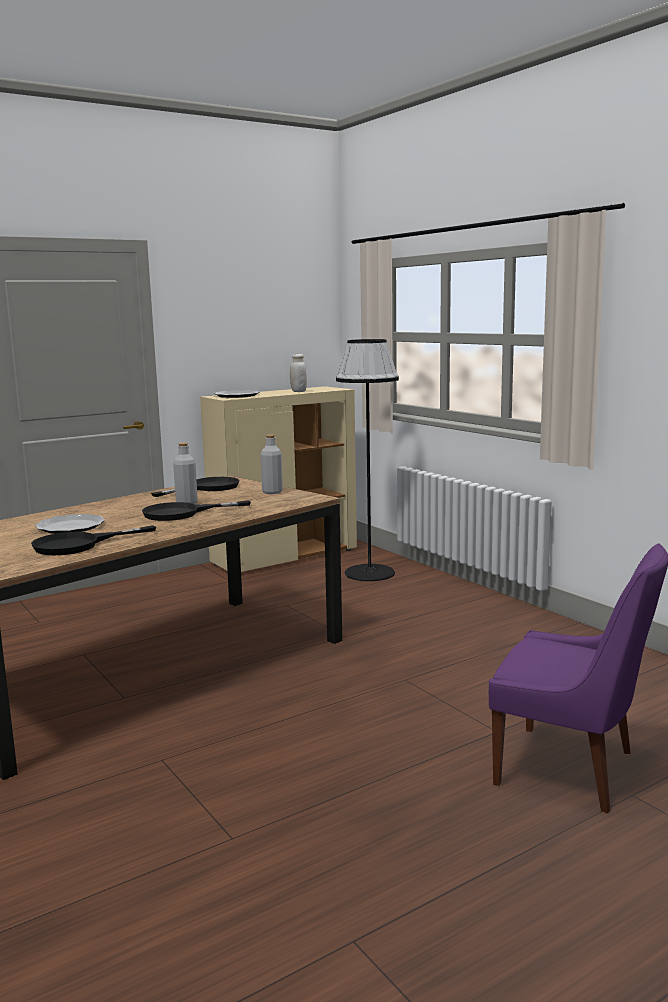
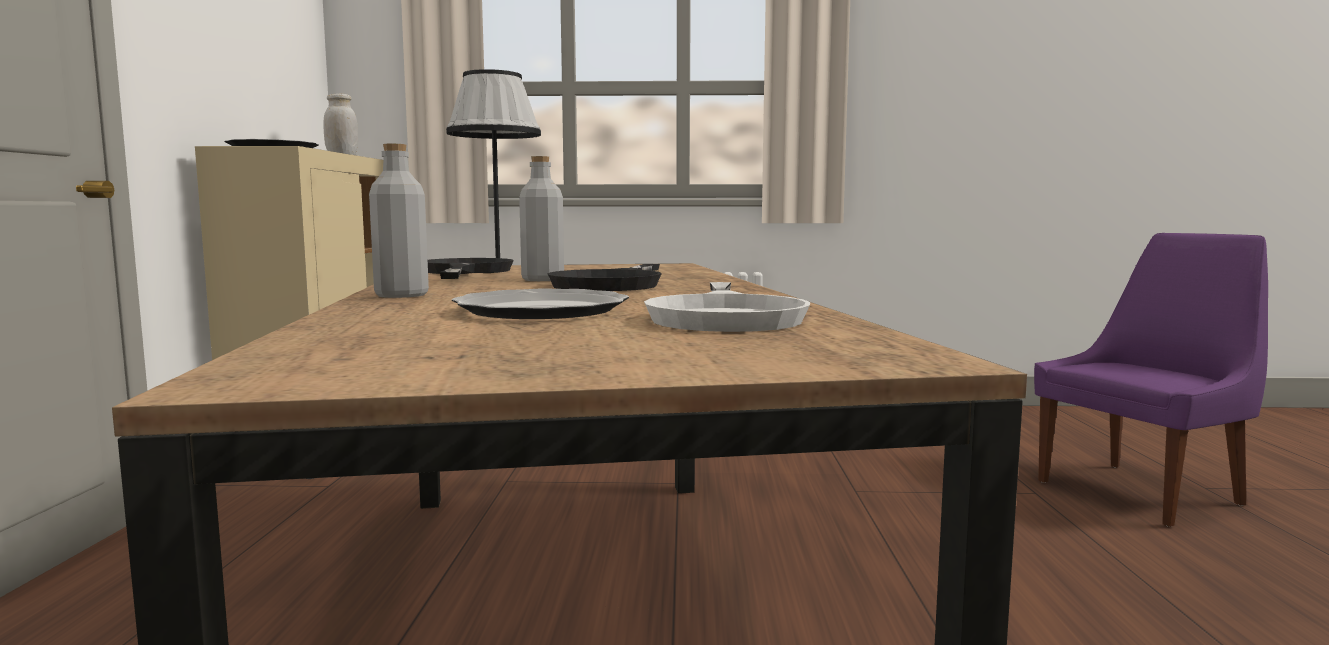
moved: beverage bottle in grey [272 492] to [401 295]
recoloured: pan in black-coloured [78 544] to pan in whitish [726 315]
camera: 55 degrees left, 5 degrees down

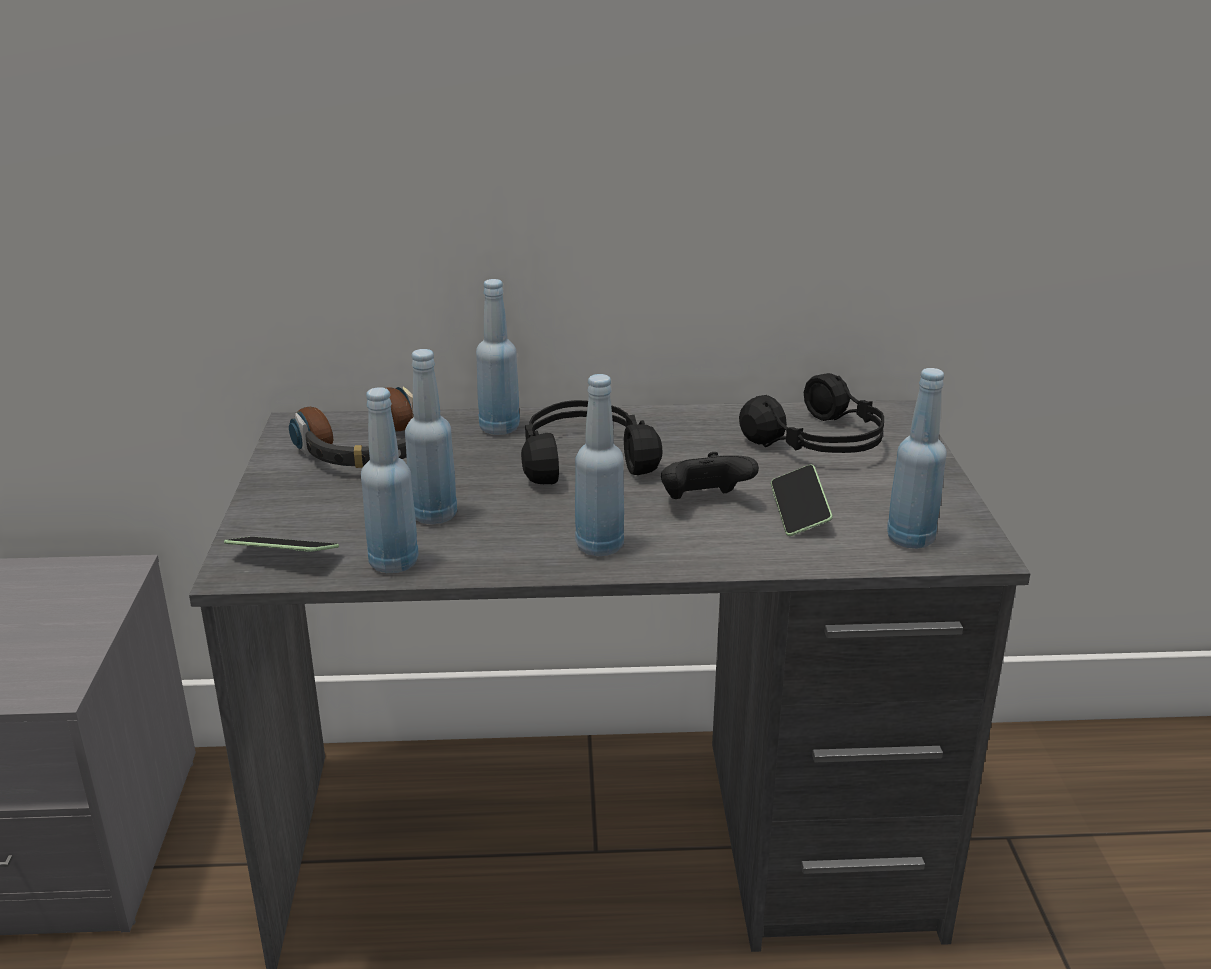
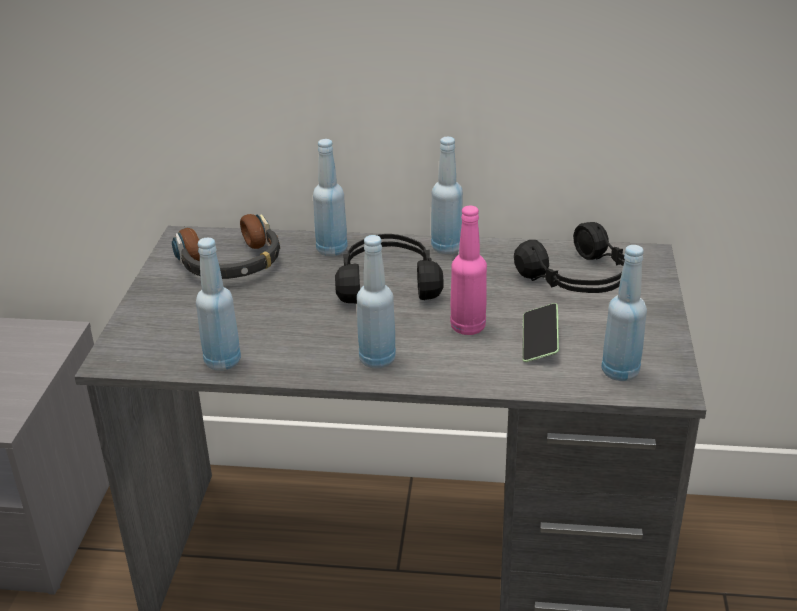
removed: phone [283 557]
moved: beverage bottle in bluish [434 515] to [446 248]
replaced: game controller in black-coloured [703 502] to beverage bottle in pink-coloured [468 327]
camera: 10 degrees right, 5 degrees up

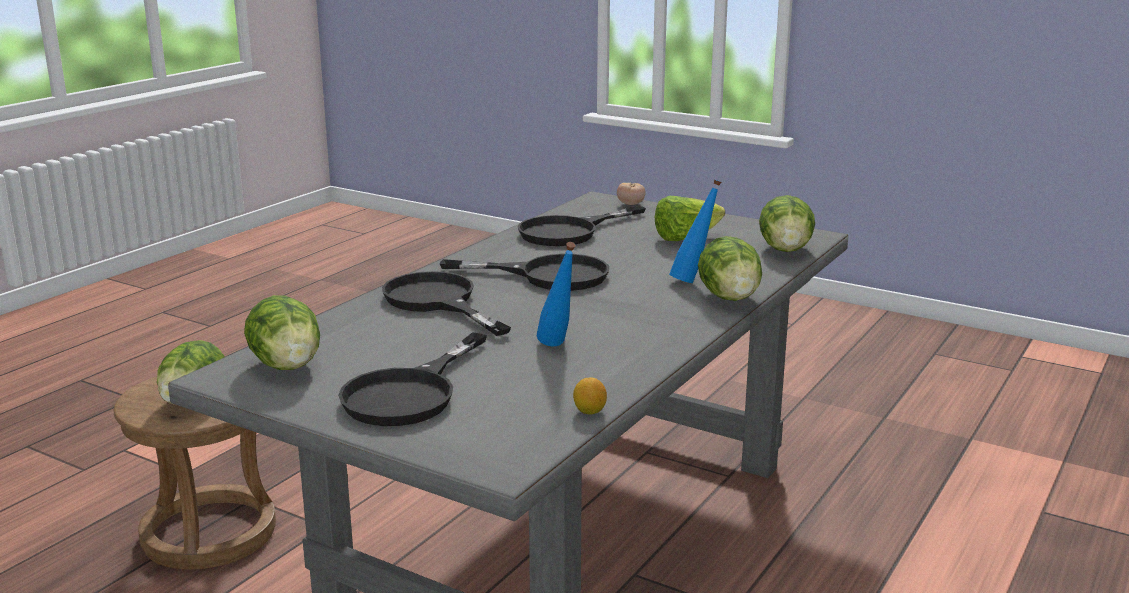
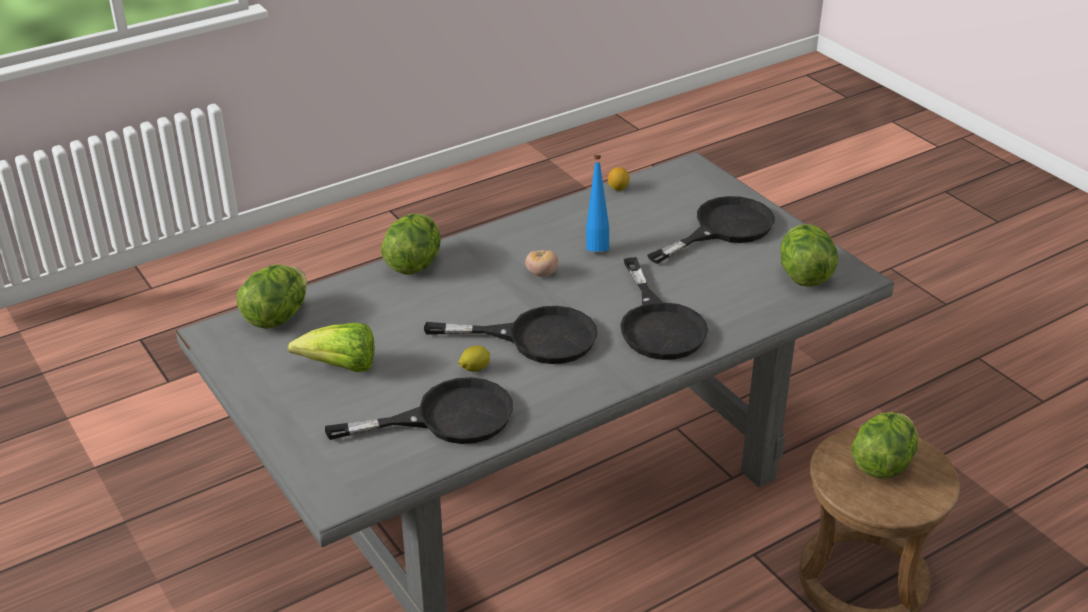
removed: beverage bottle in bluish [693 280]
added: lemon [474 368]
moved: fresh tomato [630 204] to [541 273]
turned: pan in black-coloured [548 275] = [535 338] 150 degrees clockwise
camera: 155 degrees left, 15 degrees up

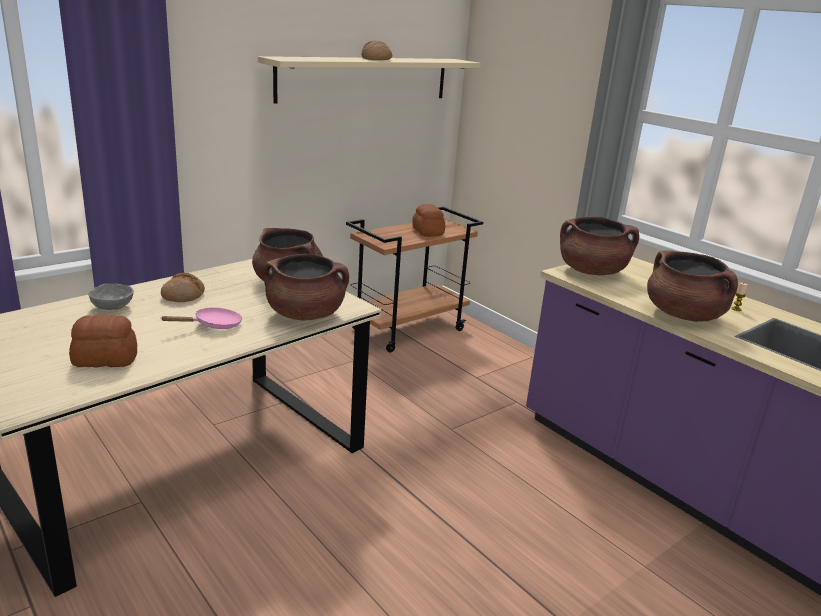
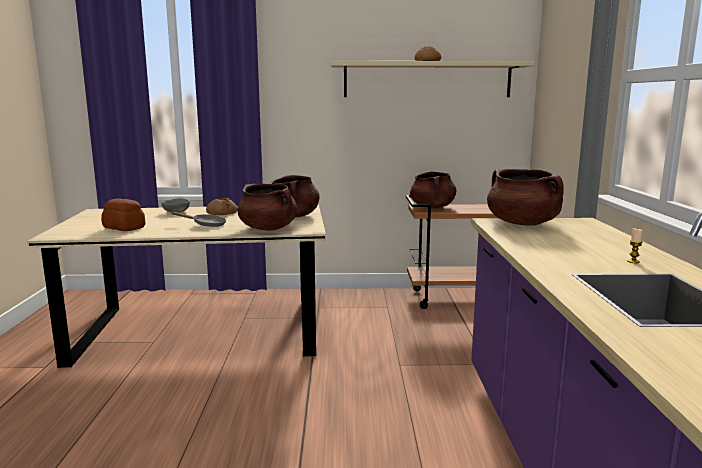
removed: baked bread [427 232]
moved: cooking pot in brownish [683 315] to [432 207]
recoloured: pan in pink-coloured [213 325] to pan in grey [206 225]
camera: 40 degrees right, 10 degrees down

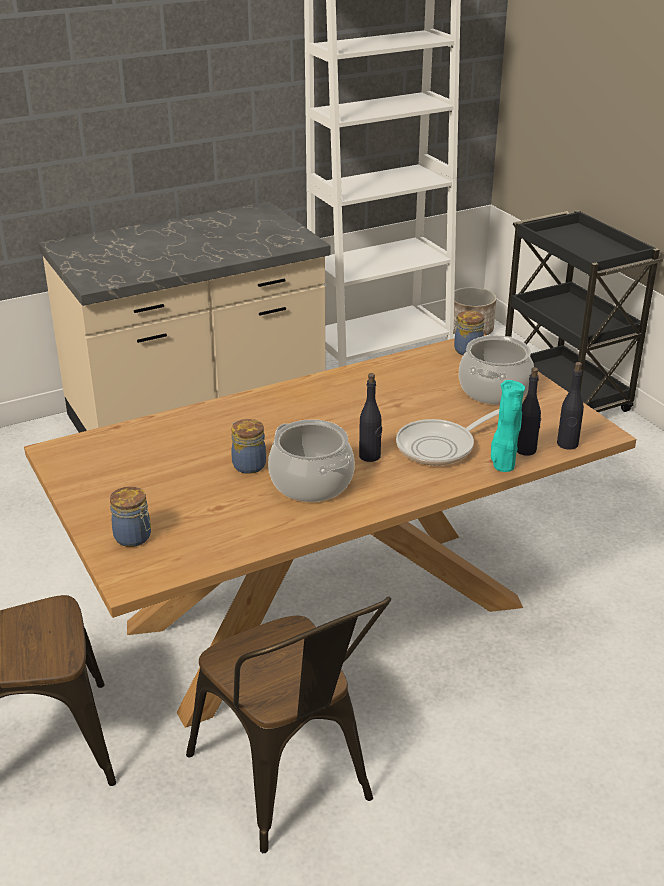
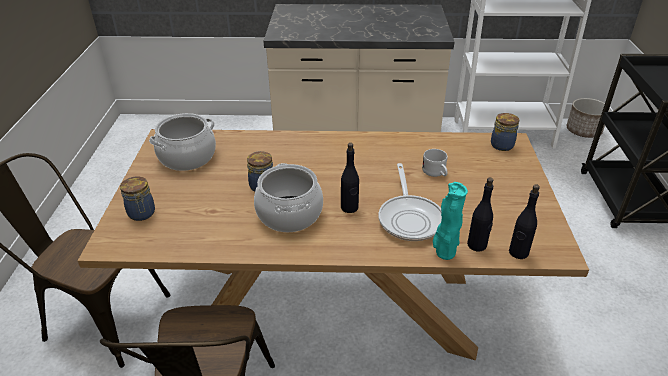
added: tea mug in whitish [436 173]
moved: cooking pot [494 390] to [187 157]
turned: pan [441 446] = [410 218] 90 degrees counterclockwise
camera: 30 degrees right, 5 degrees up

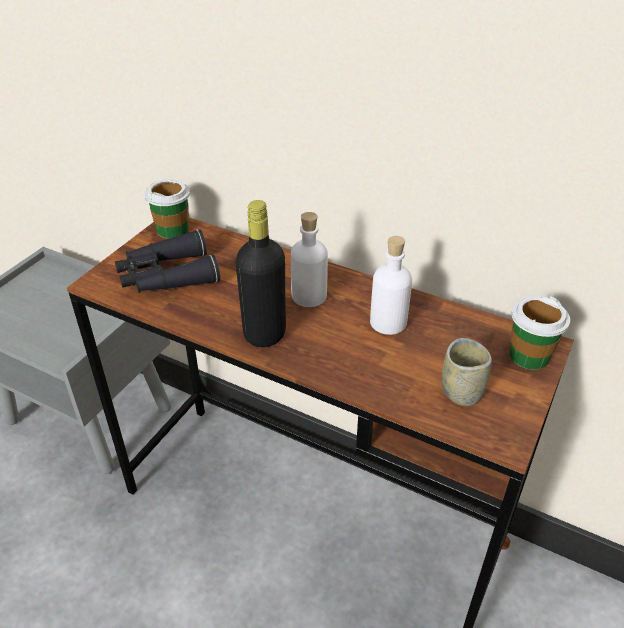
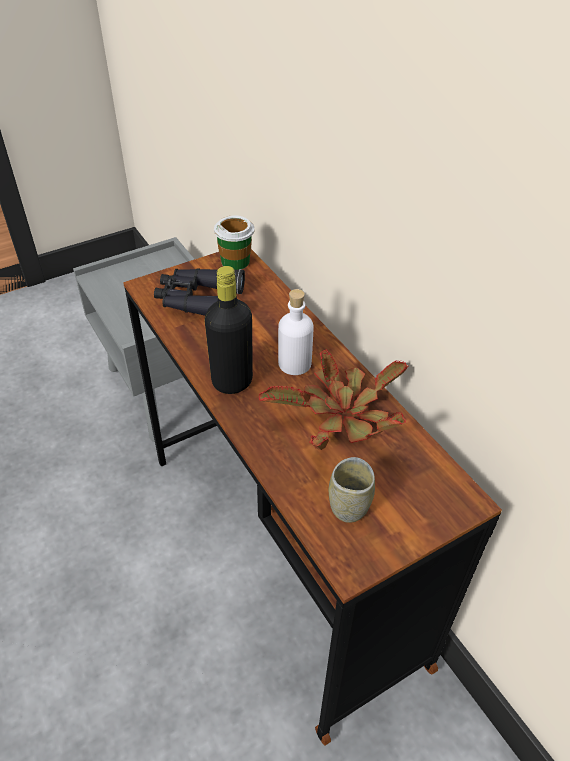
removed: small cup [529 356]
replaced: beverage bottle in whitish [388 322] to potted plant [341 416]
camera: 30 degrees right, 5 degrees up

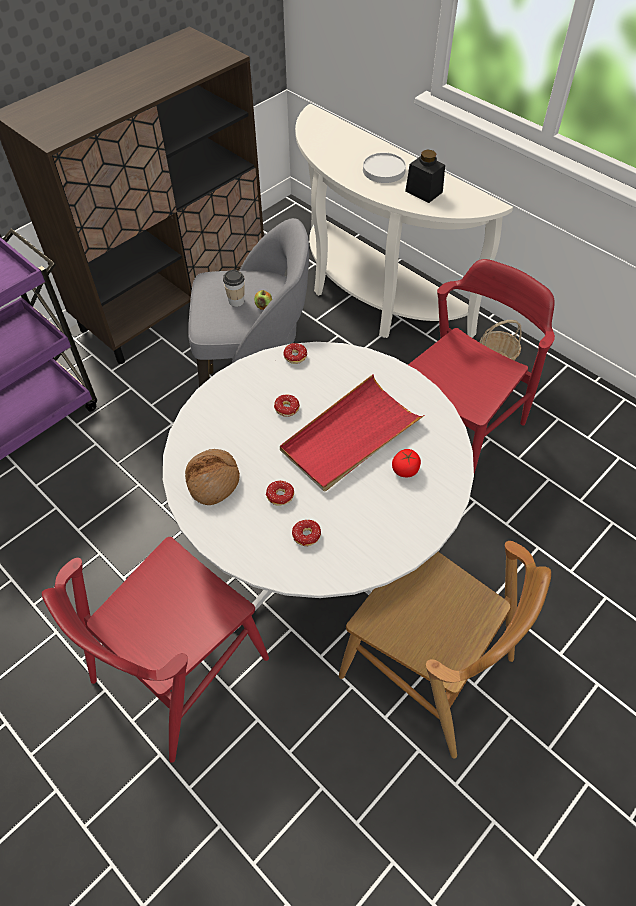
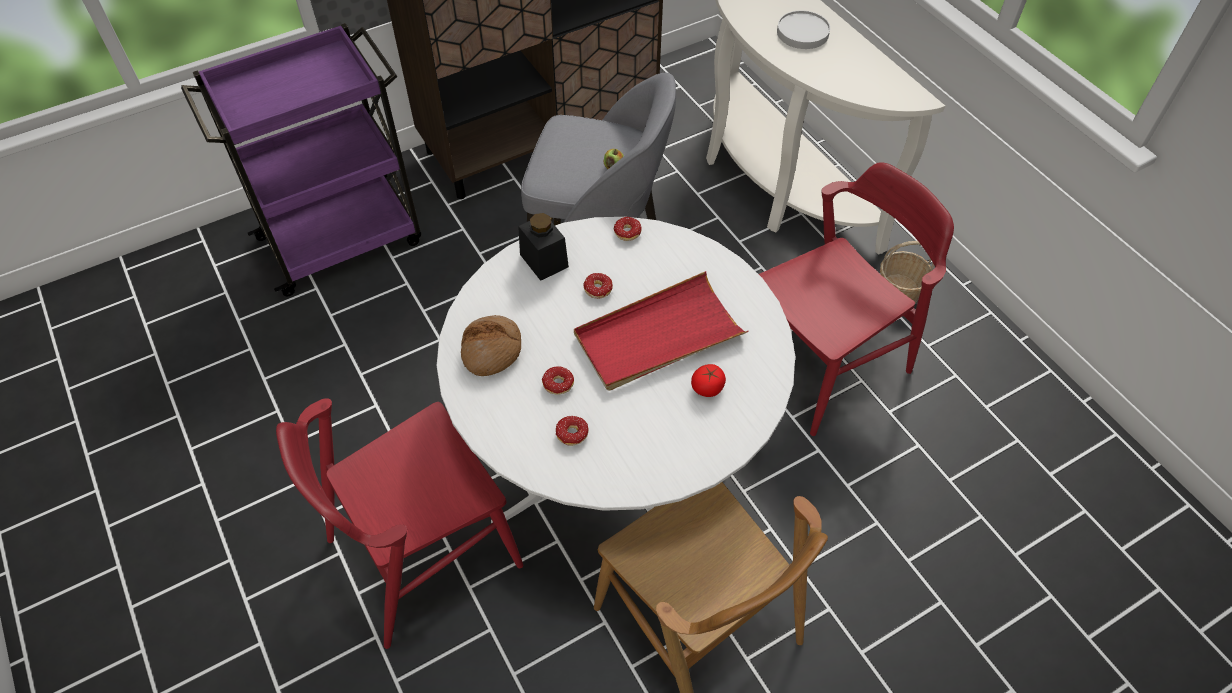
removed: small cup [236 301]
moved: preserve jar in black-coloured [424 191] to [544 260]
camera: 15 degrees right, 0 degrees up

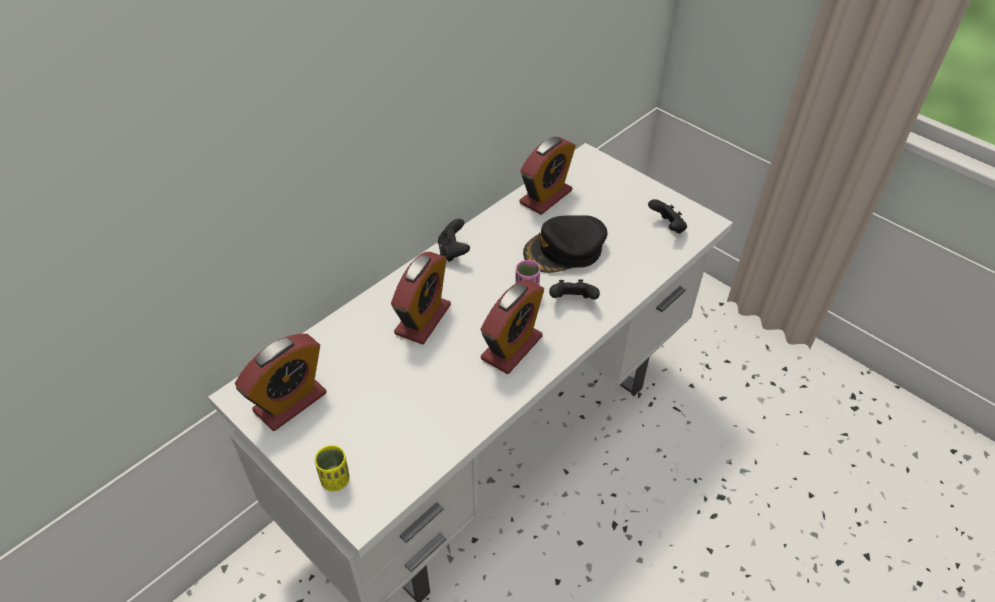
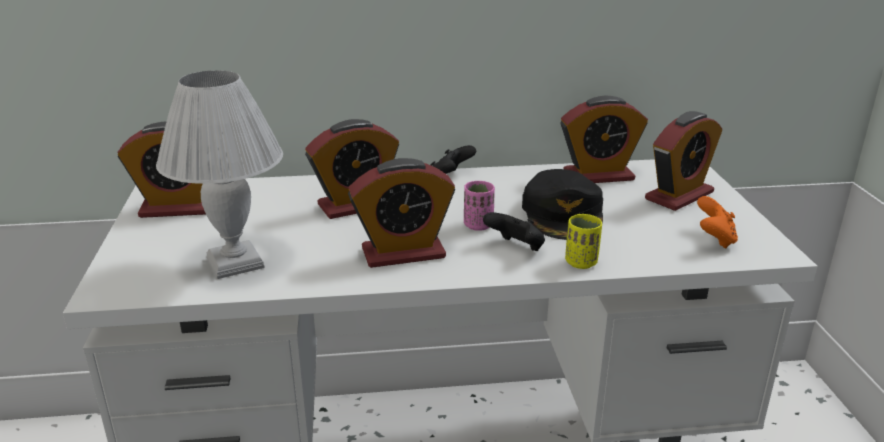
added: table lamp in whitish [234 263]; alarm clock [679 196]
moved: small cup in yellowish [335 480] to [581 262]
recoloured: game controller in black-coloured [667 227] to game controller in orangey [714 239]
turned: cap in black-coloured [565 250] = [563 214] 105 degrees counterclockwise
camera: 40 degrees right, 20 degrees down

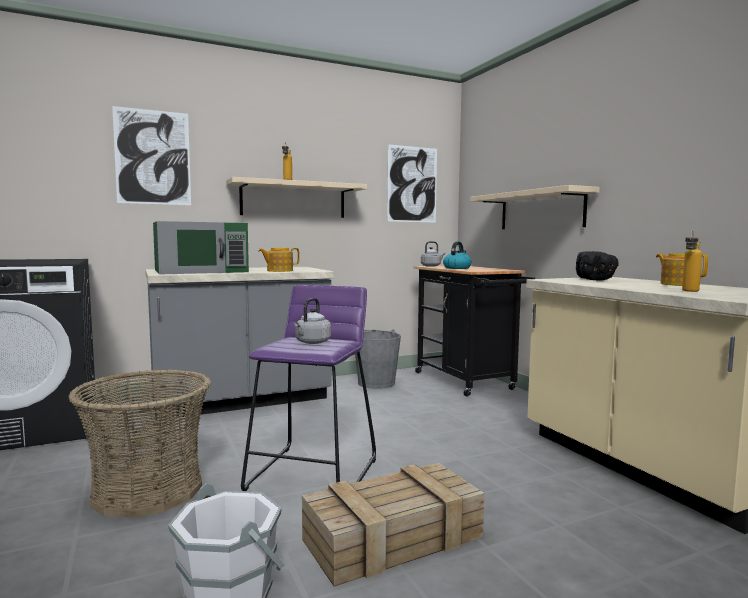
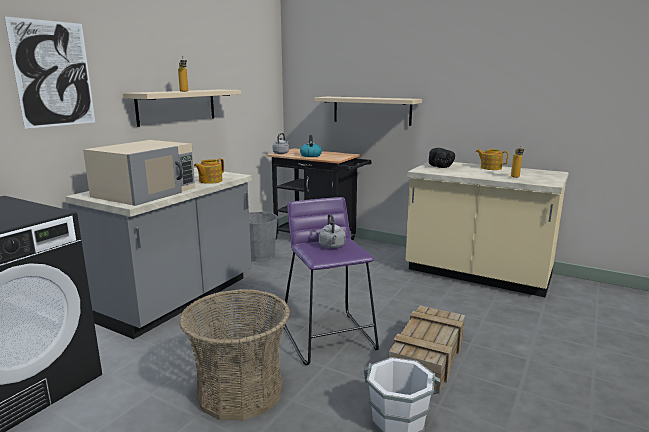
removed: picture [412 184]
recoloured: microwave in greenish [201 271] to microwave in beige [146 192]
camera: 35 degrees left, 10 degrees up

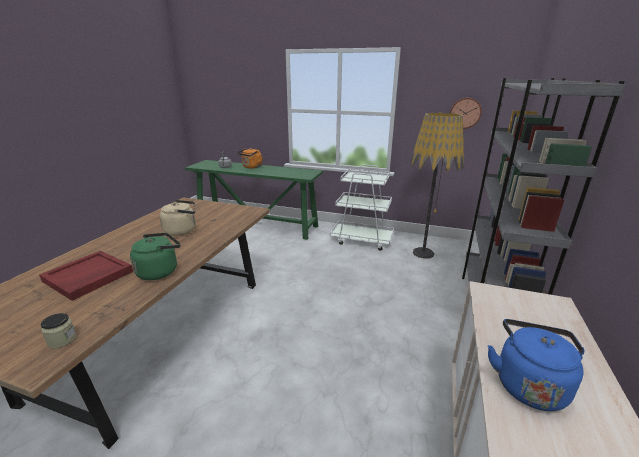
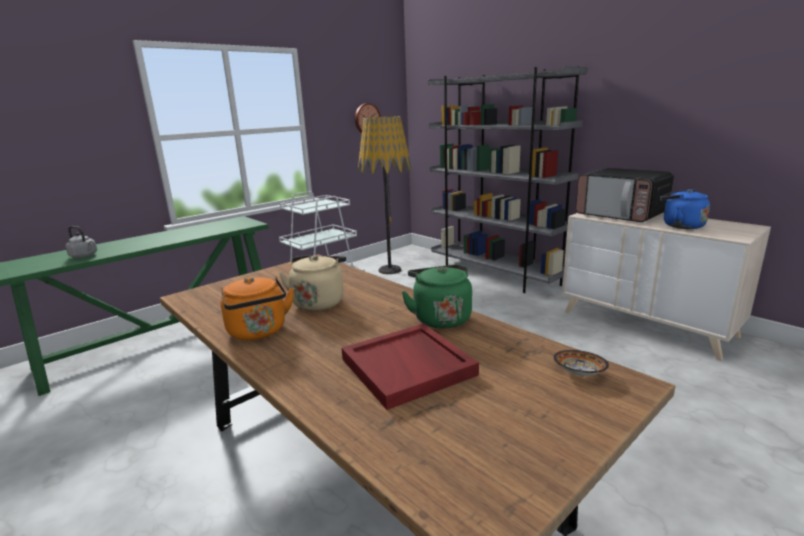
added: microwave [621 214]
moved: tea kettle in orangey [251 167] to [259 332]
replaced: preserve jar [62 340] to serving bowl [580 373]
camera: 60 degrees left, 5 degrees down

